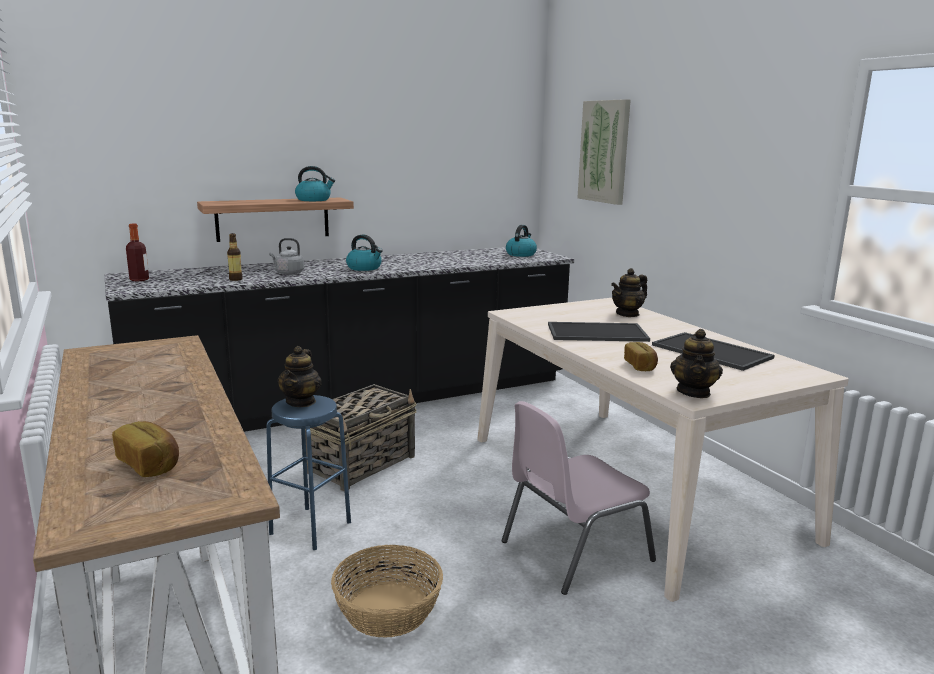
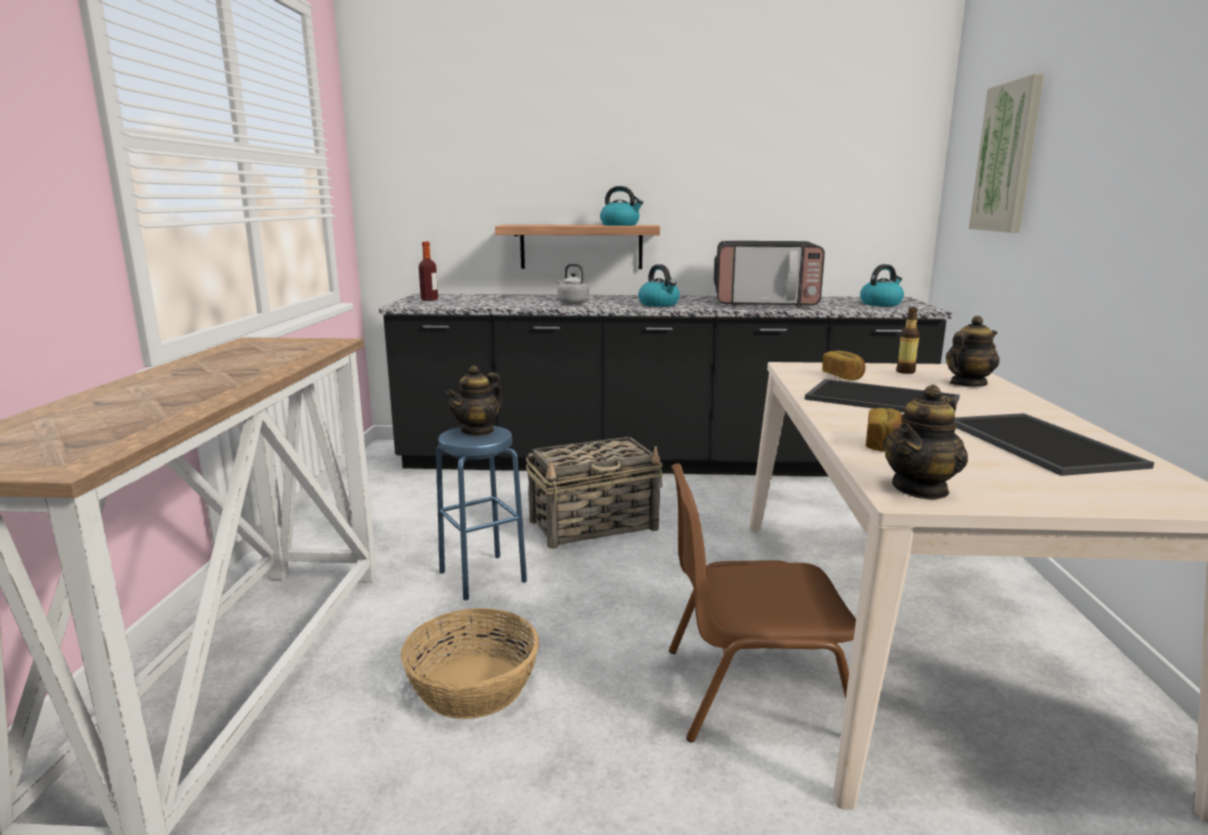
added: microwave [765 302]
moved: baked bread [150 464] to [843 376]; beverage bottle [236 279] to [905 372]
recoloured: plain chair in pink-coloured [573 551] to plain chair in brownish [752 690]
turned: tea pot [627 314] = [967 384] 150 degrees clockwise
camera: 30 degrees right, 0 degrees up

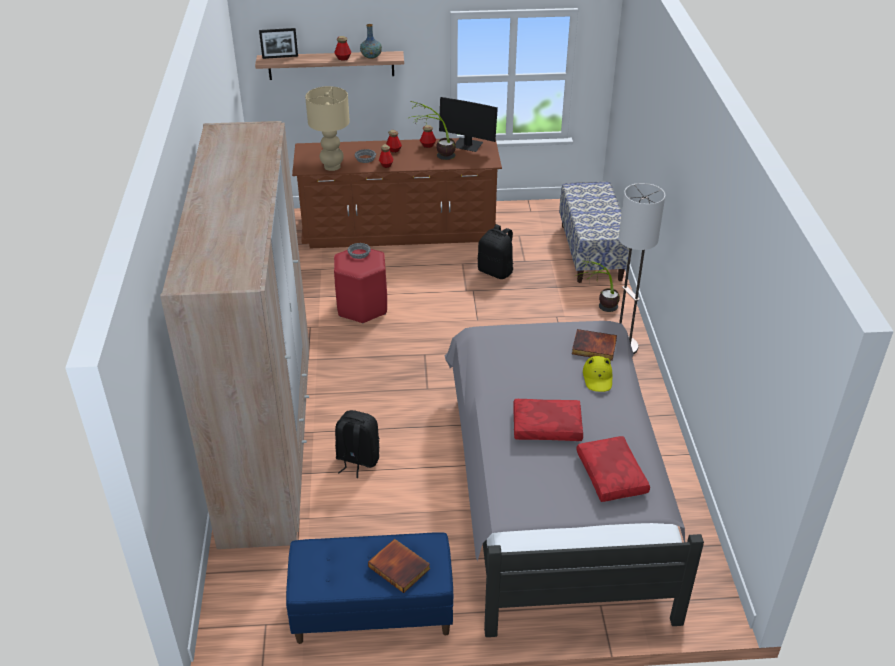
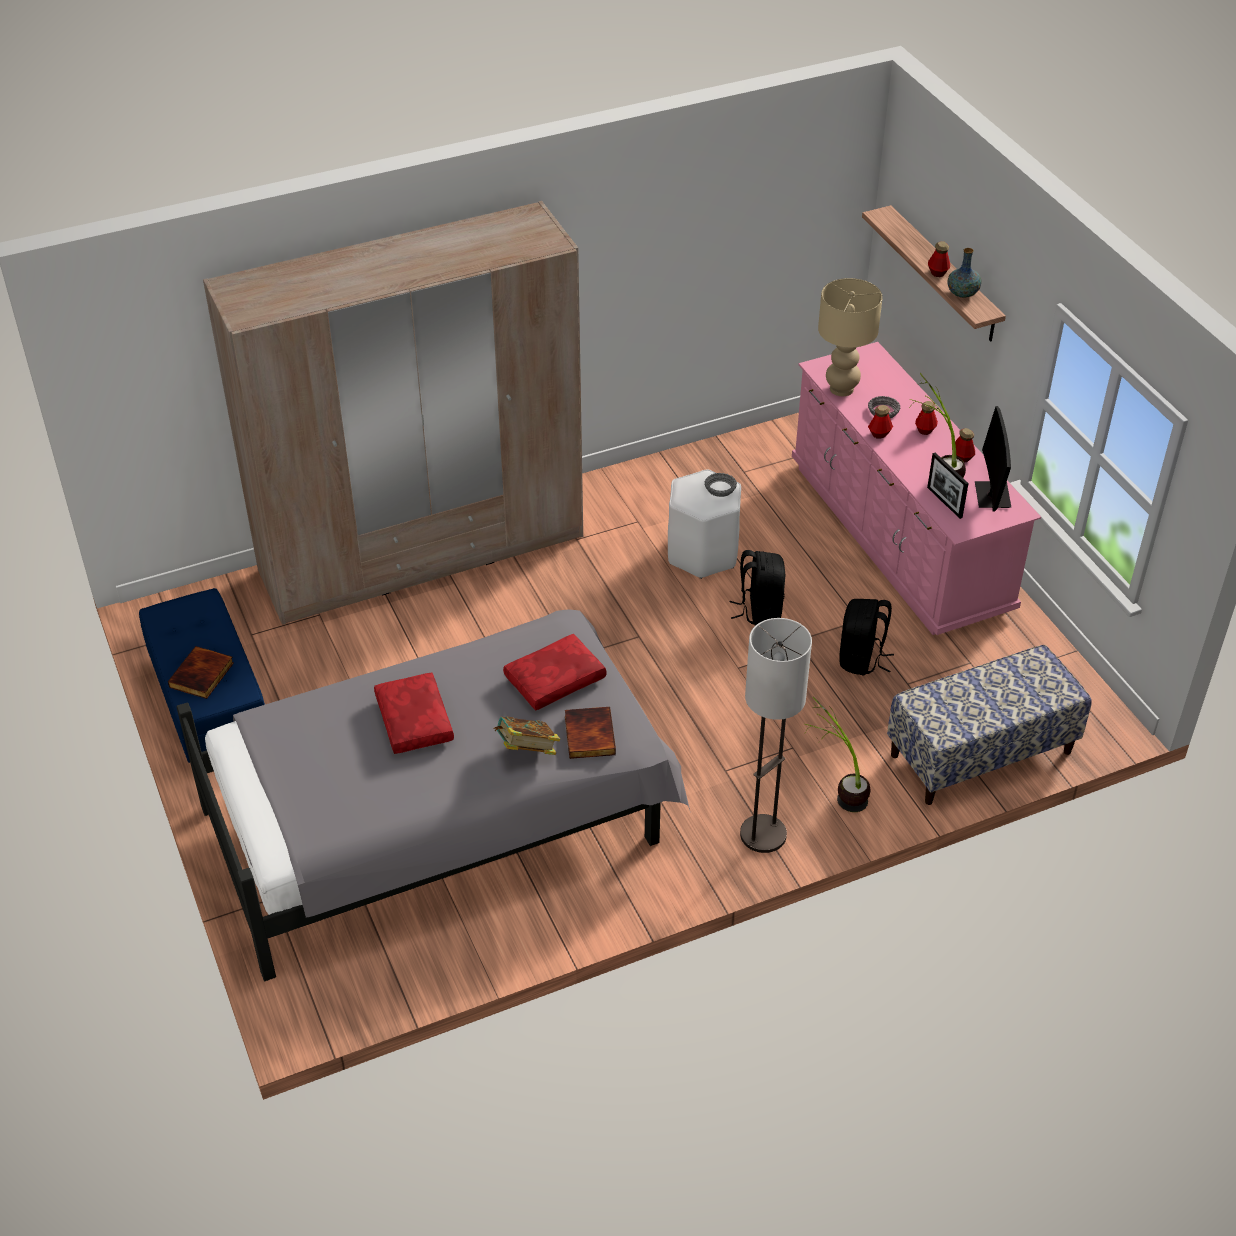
moved: standing frame [280 57] to [944 502]; rucksack in black-coloured [357 460] to [759 611]; pillow in red [612 475] to [555 681]
replaced: hat in yellowish [598 378] to bound book [527 750]
recoloured: drawer chest in brownish [399 229] to drawer chest in pink-coloured [898 537]; sitting stool in red [362 307] to sitting stool in whitish [702 554]
camera: 70 degrees right, 5 degrees up

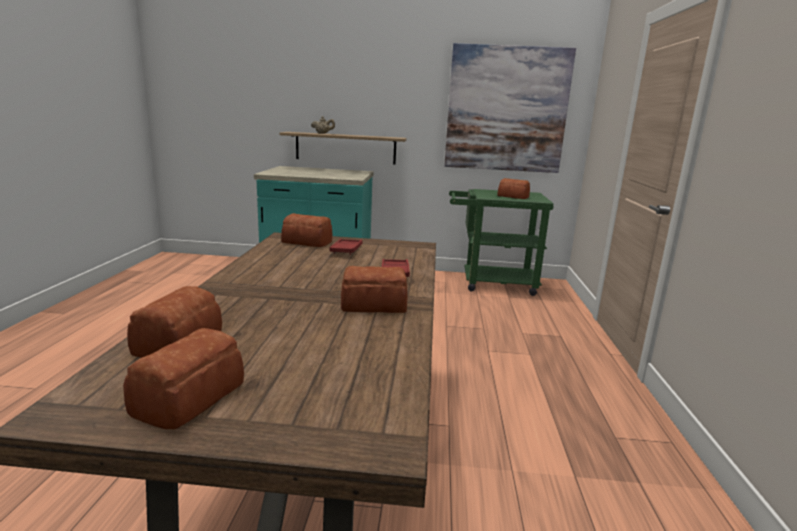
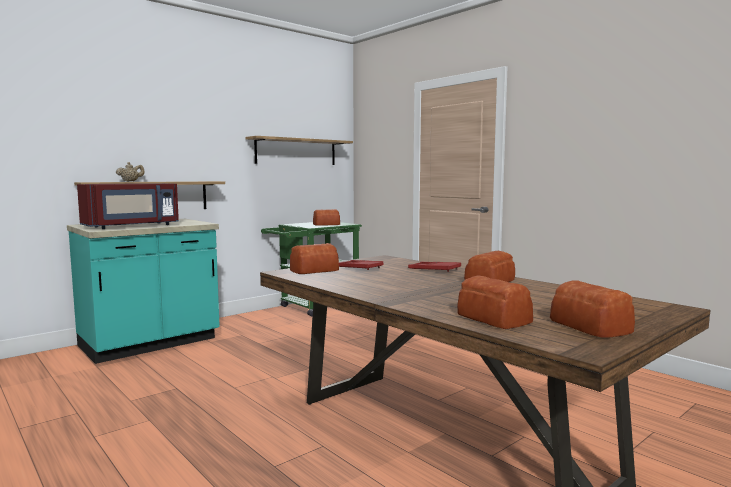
added: microwave in red [132 226]
replaced: picture [506 110] to shelf [296 152]
camera: 45 degrees left, 10 degrees down

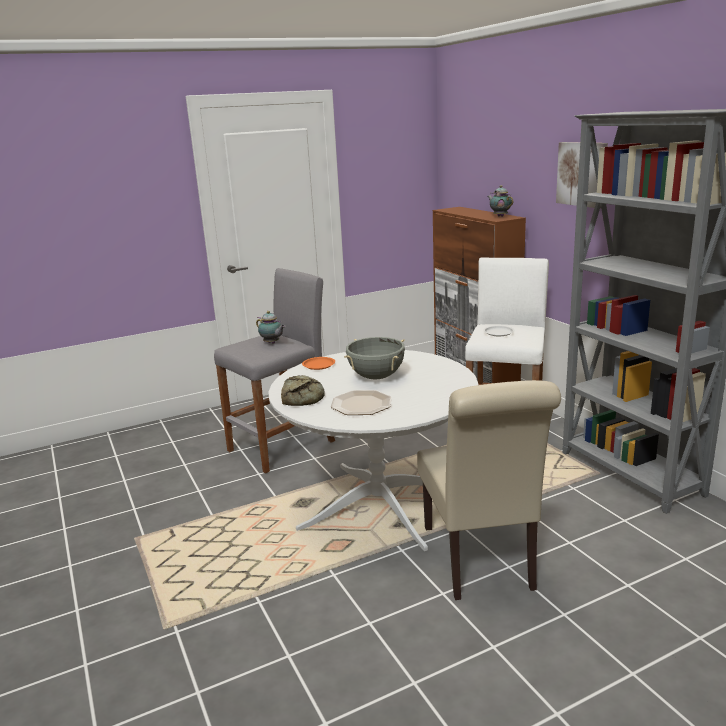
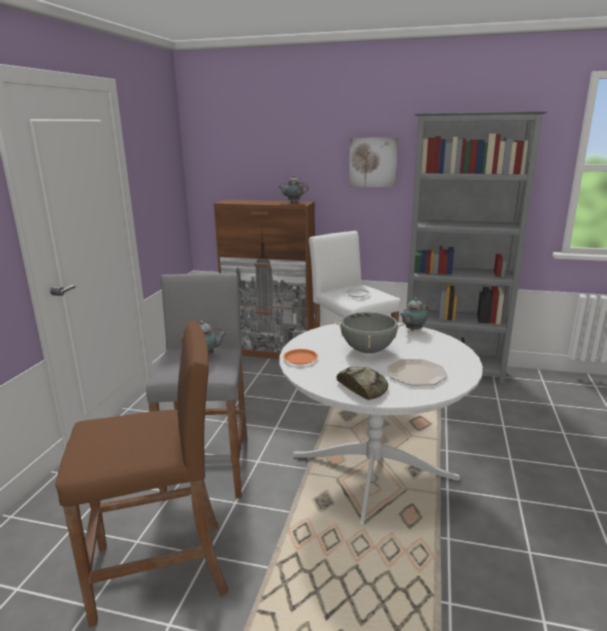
removed: plain chair in beige [481 562]
added: sitting stool in brownish [161 570]; tea pot [412 330]
camera: 50 degrees left, 0 degrees up

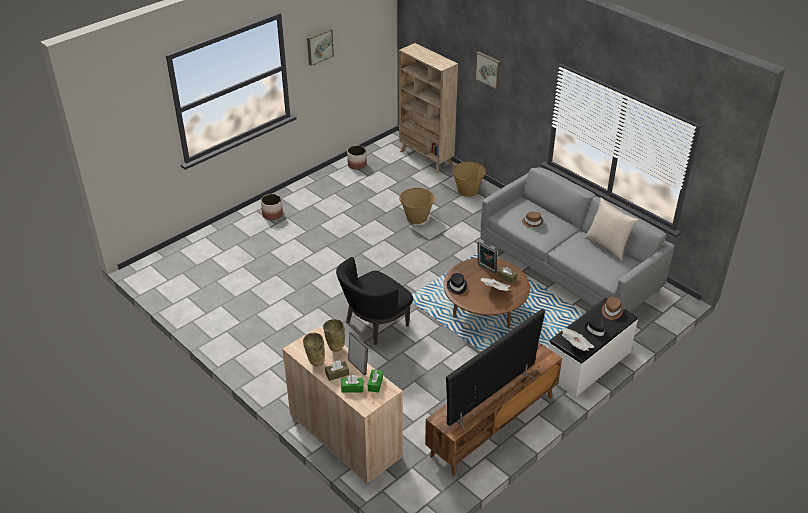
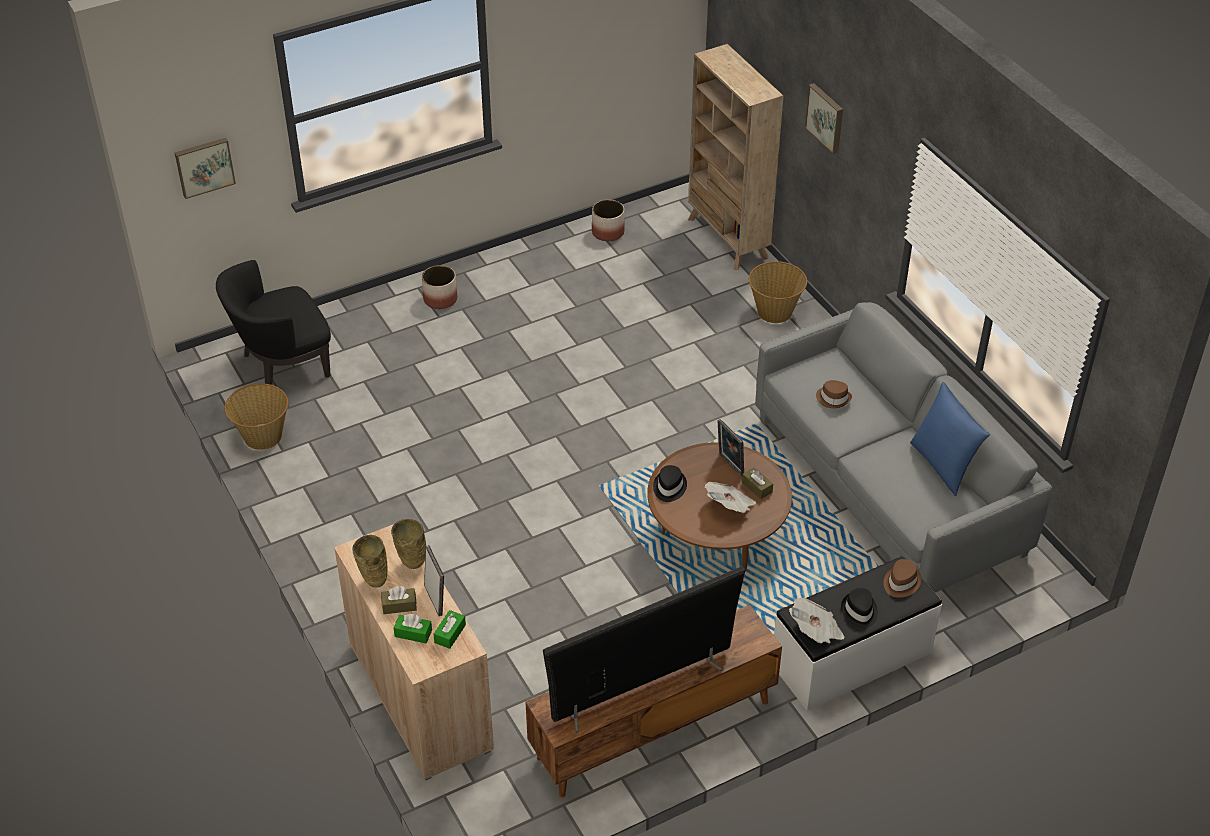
moved: picture [319 46] to [204 166]; easy chair in black-coloured [374 324] to [282 366]; storage basket [416 218] to [262 436]
recoloured: pillow in beige [607 246] to pillow in bluish [943 465]
camera: 15 degrees right, 5 degrees up

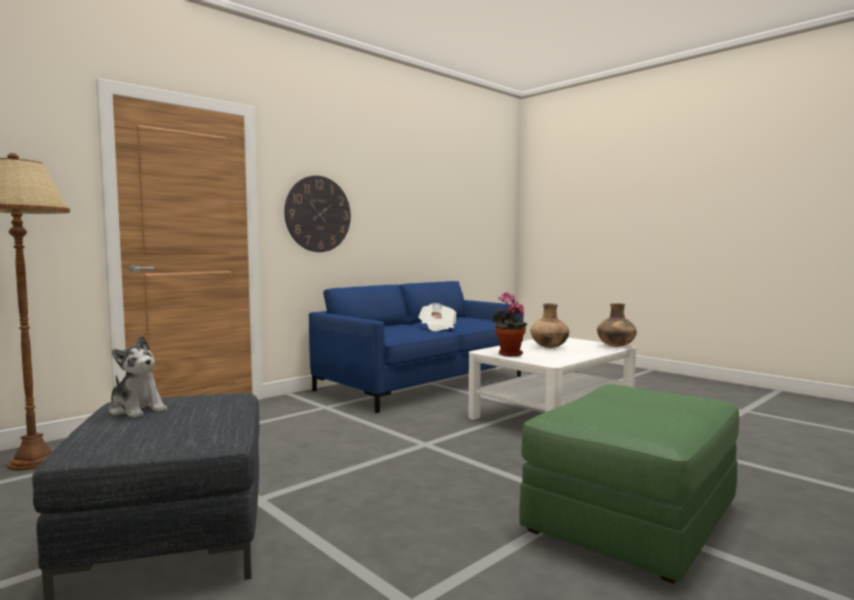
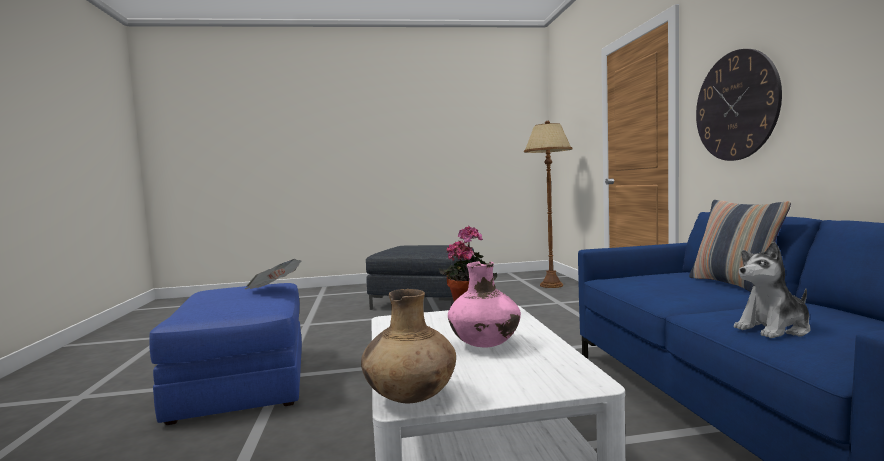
added: pillow [734 285]
moved: soft toy [137 410] to [774 329]; daily paper [437 328] to [274 289]
recoloured: footrest in greenish [632 516] to footrest in bluish [243 383]; flower vase in brownish [549 347] to flower vase in pink-coloured [485 345]
camera: 125 degrees right, 0 degrees up

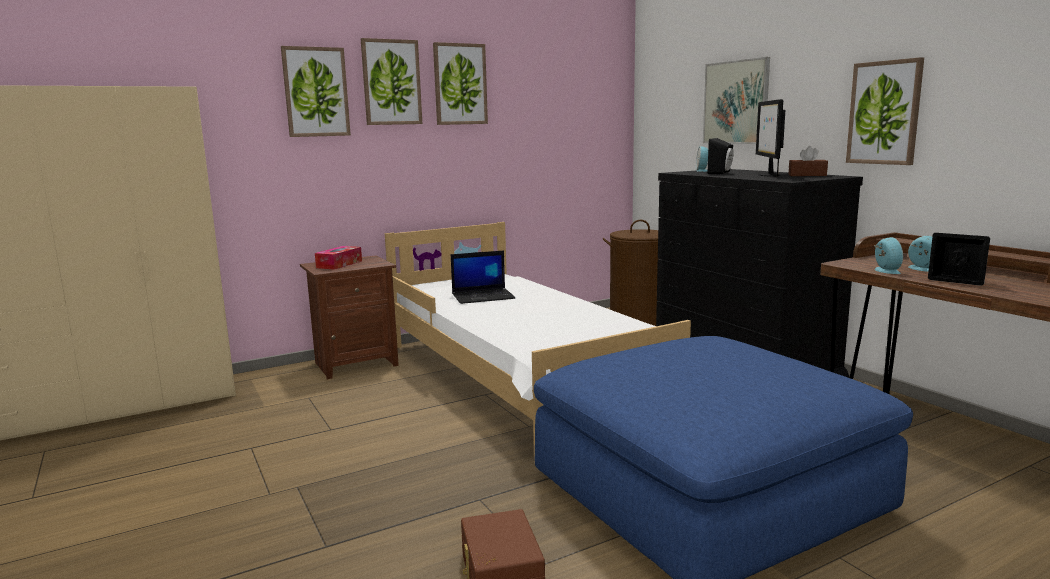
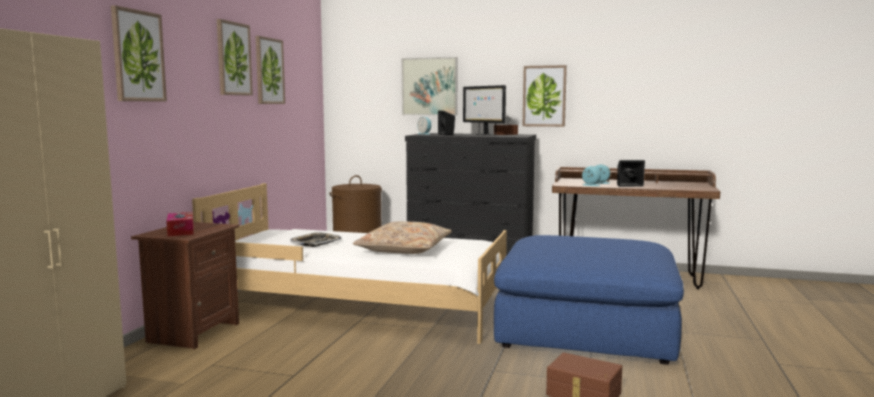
added: pillow in beige [404 249]
moved: picture [391 82] to [269 71]
replaced: portable computer [483 296] to serving tray [315 243]
camera: 45 degrees left, 5 degrees down

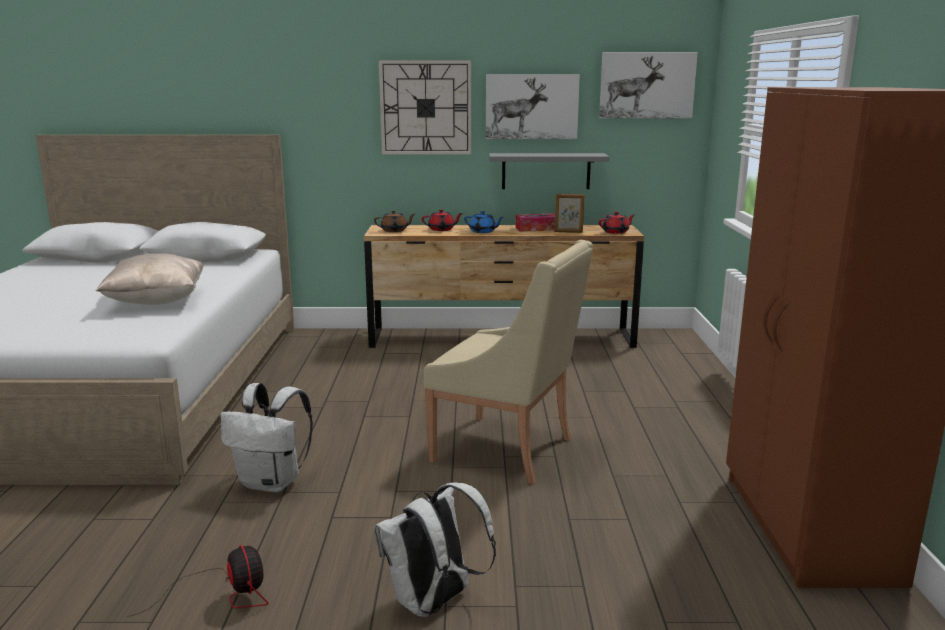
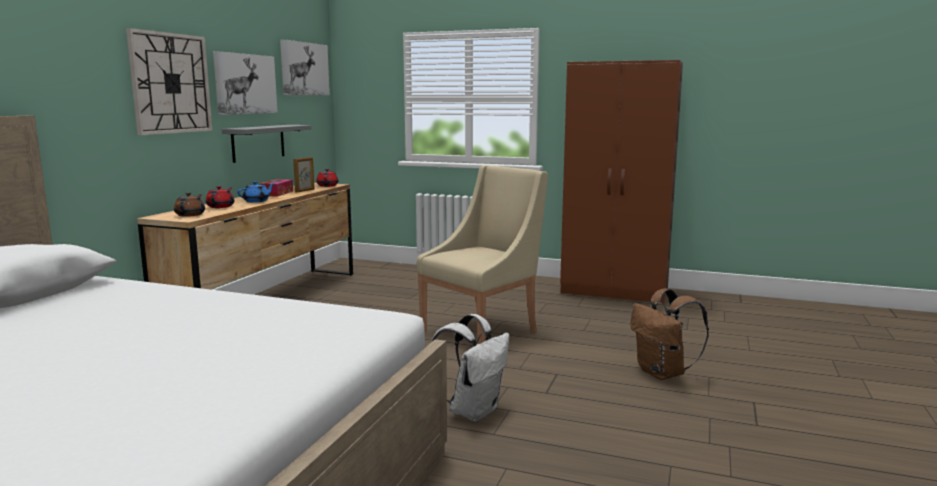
removed: pillow in beige [156 301]; electric fan [225 594]
recoloured: rucksack in whitish [433 603] to rucksack in brownish [663 373]
camera: 70 degrees left, 5 degrees down

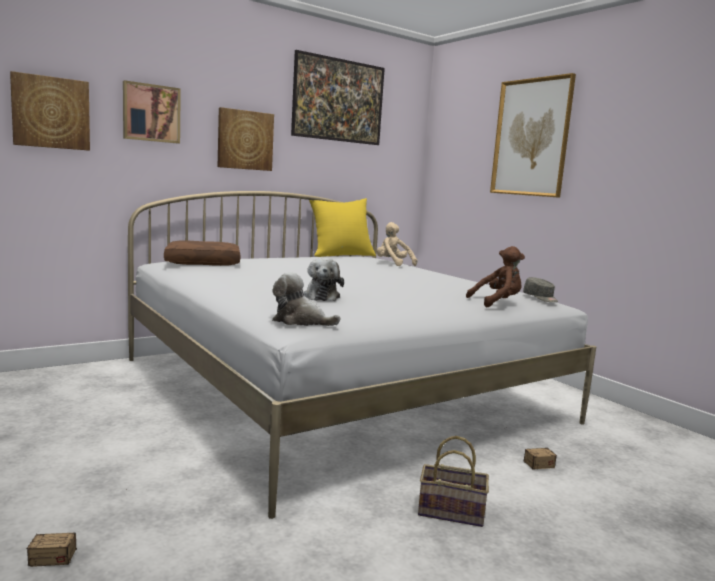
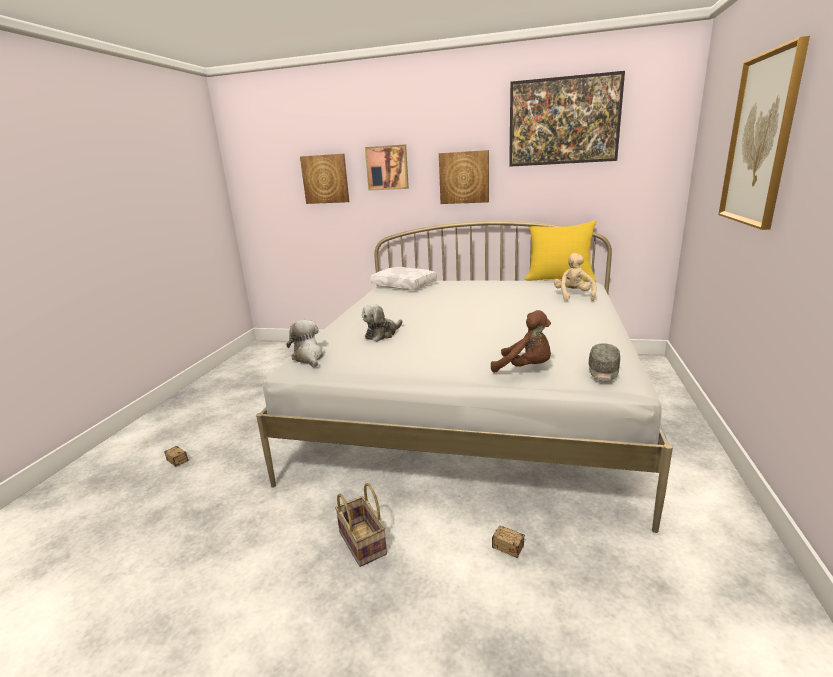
recoloured: pillow in brownish [204 263] to pillow in whitish [405 285]
camera: 50 degrees right, 10 degrees up

